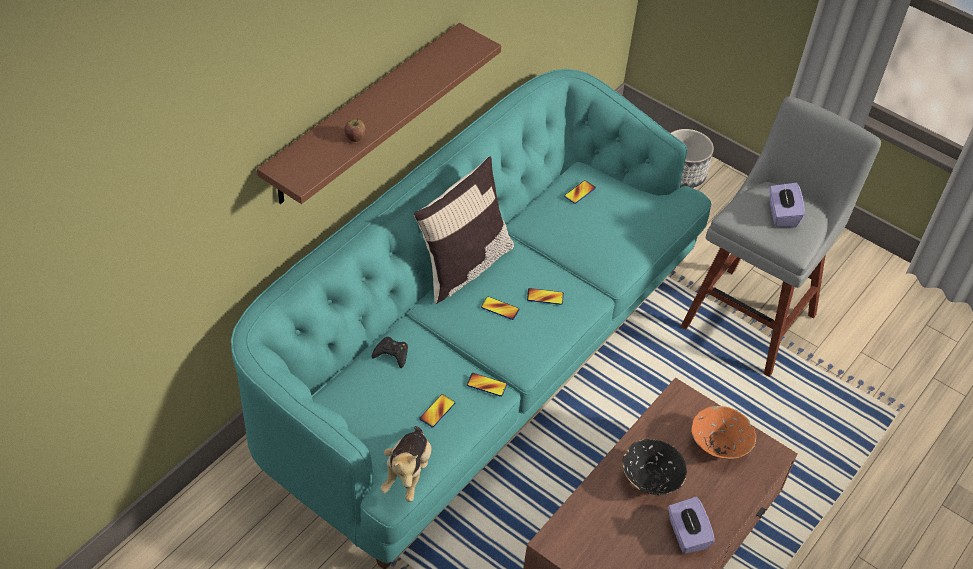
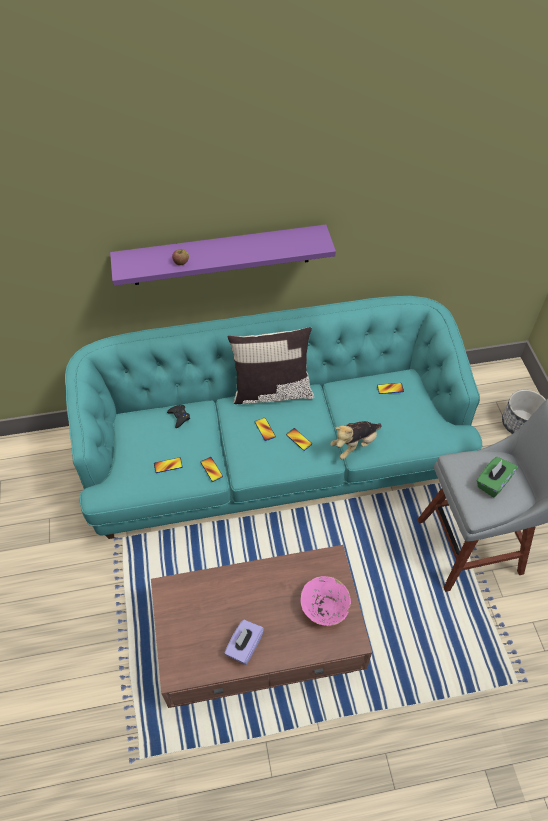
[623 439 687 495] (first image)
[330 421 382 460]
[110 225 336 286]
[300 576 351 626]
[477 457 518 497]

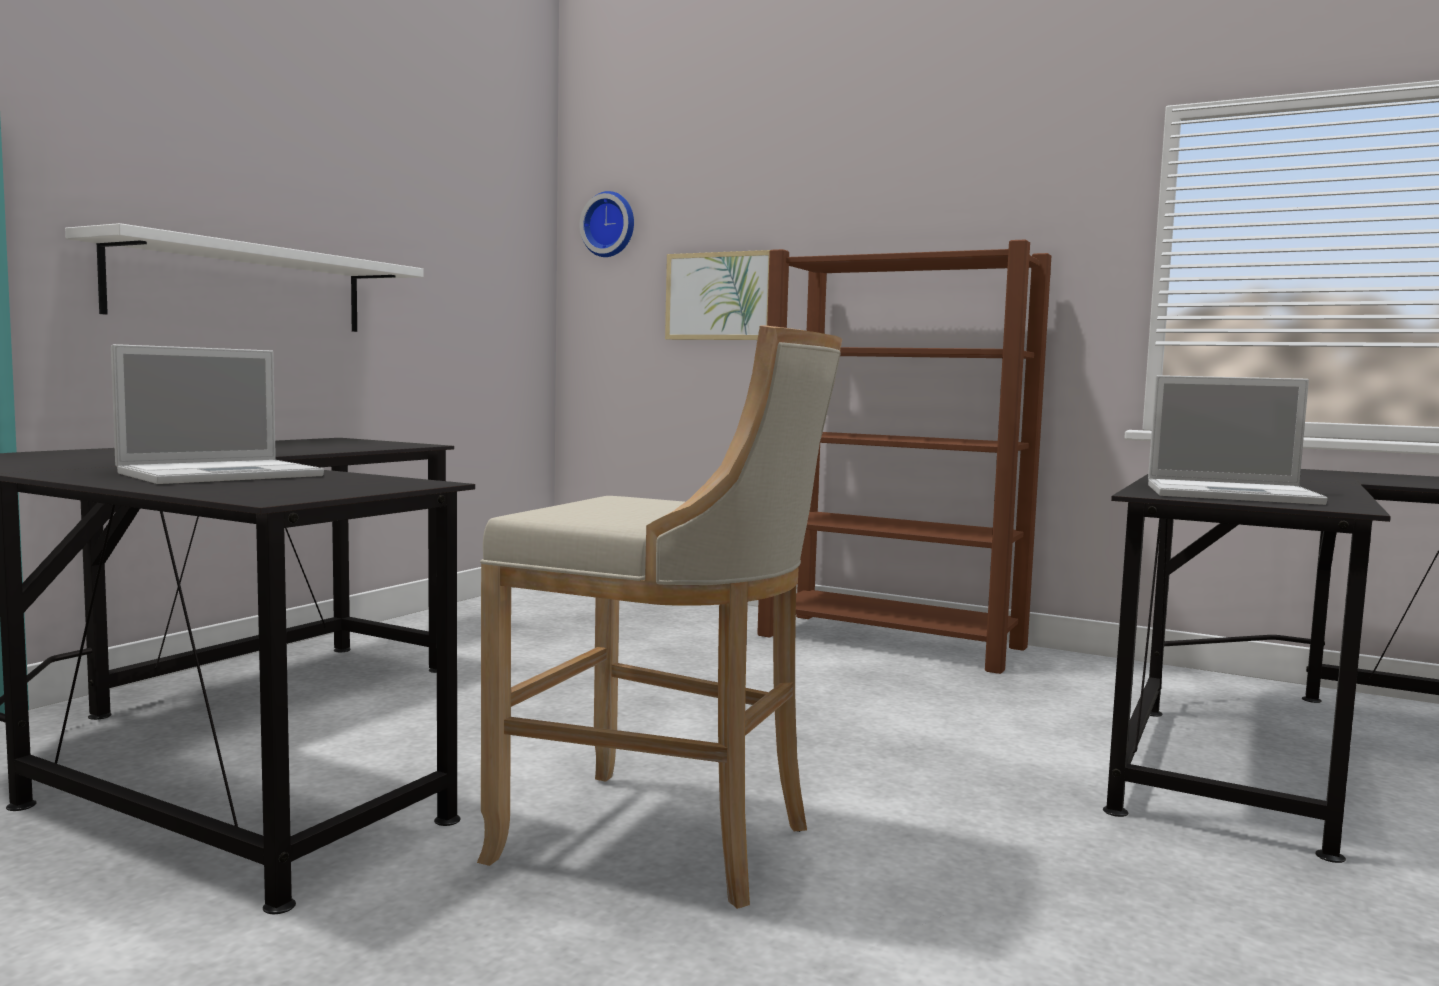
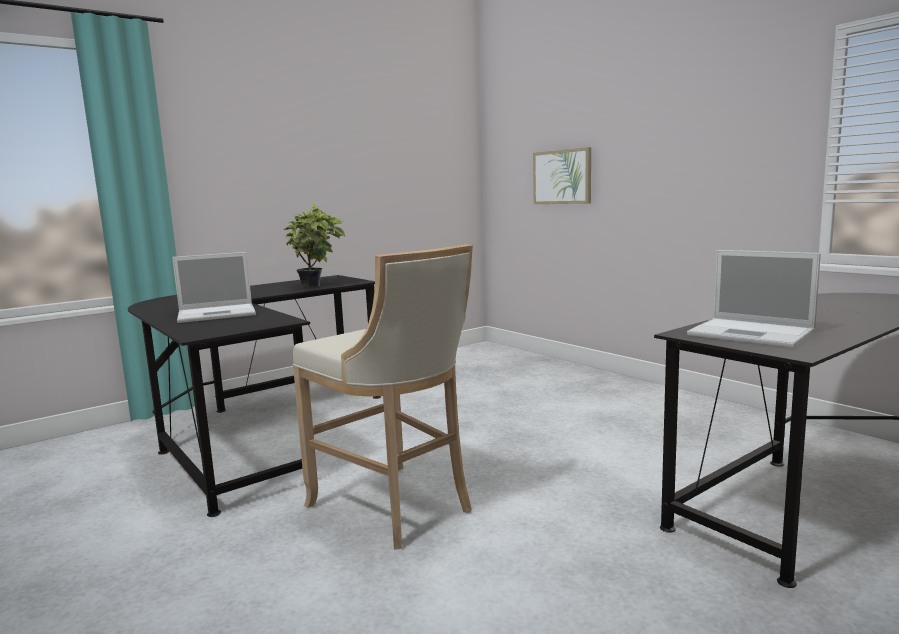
[65 223 423 332] (first image)
[580 191 634 257] (first image)
[757 239 1051 674] (first image)
[283 204 345 287]

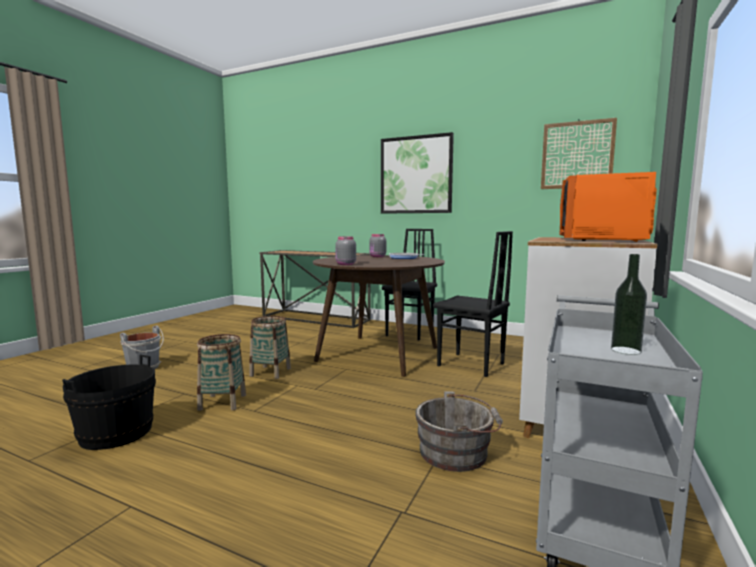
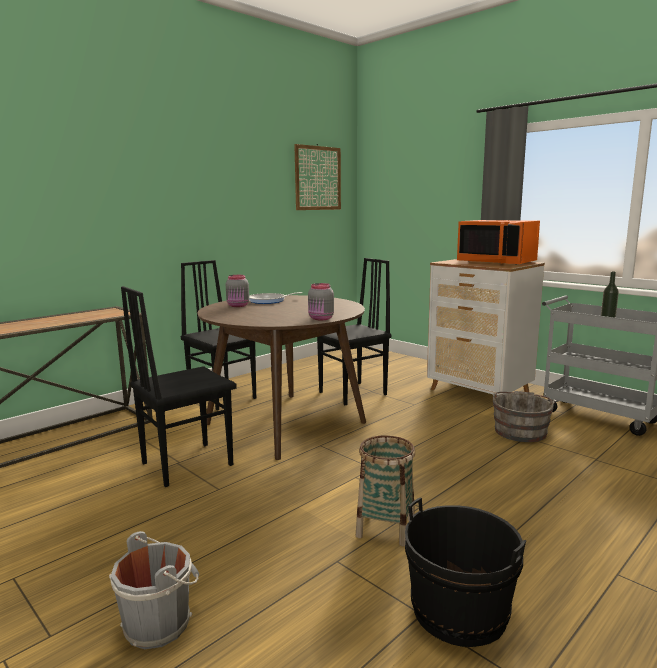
[249 316 291 379] (first image)
[381 132 454 214] (first image)
[121 286 237 487]

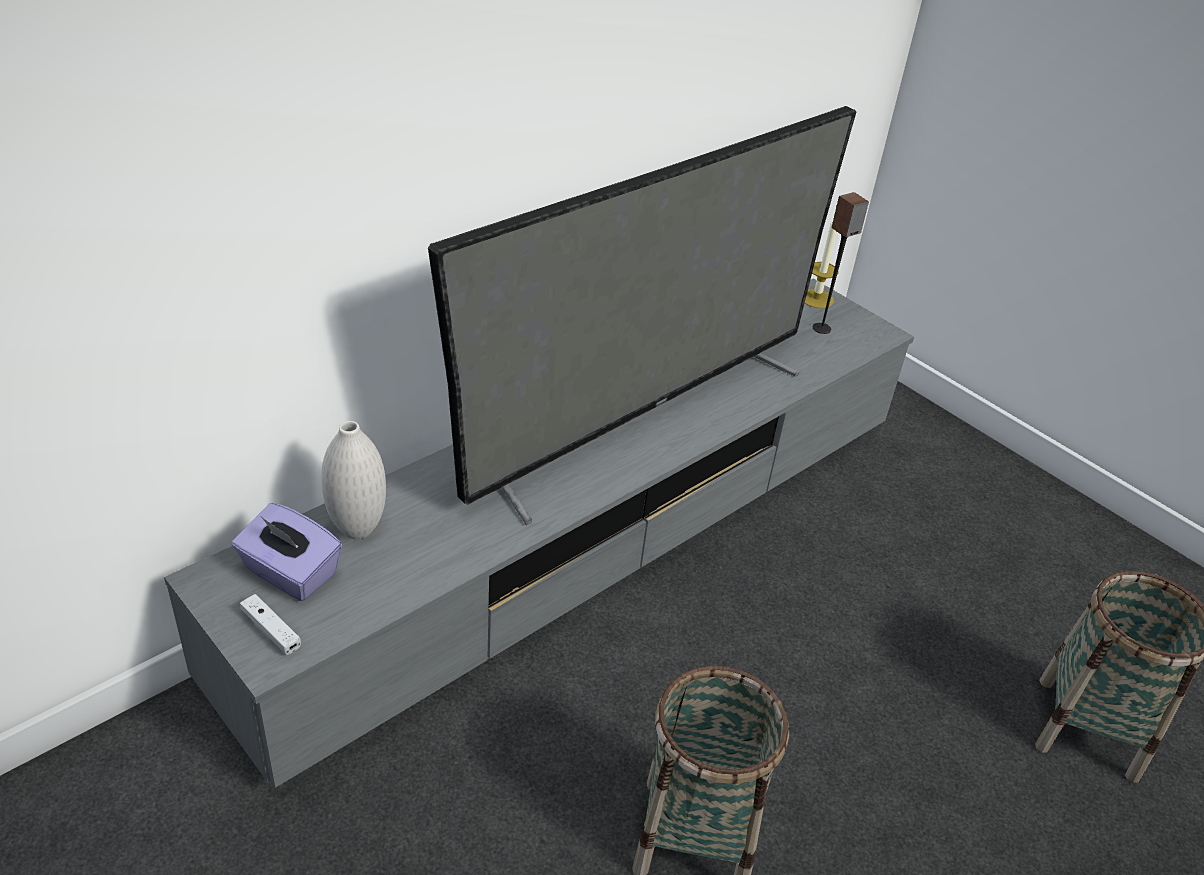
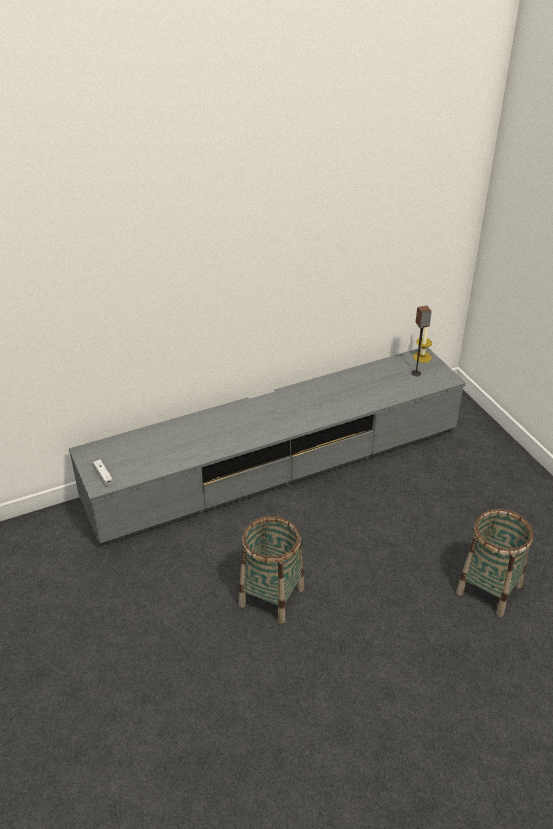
[232 503 342 601] (first image)
[321 421 386 539] (first image)
[428 106 856 525] (first image)

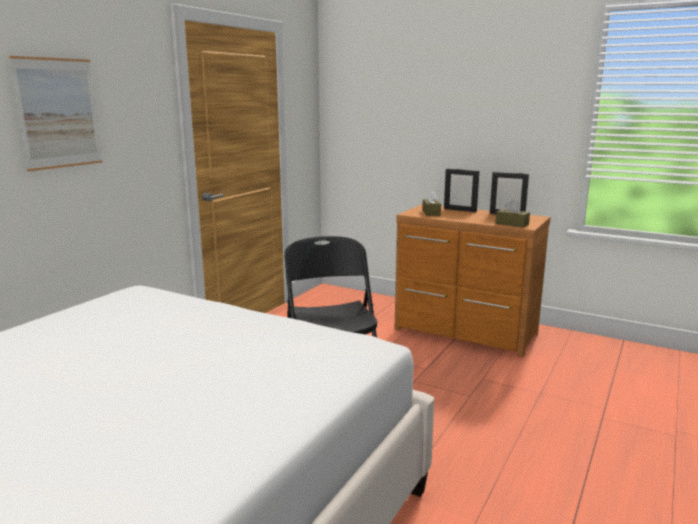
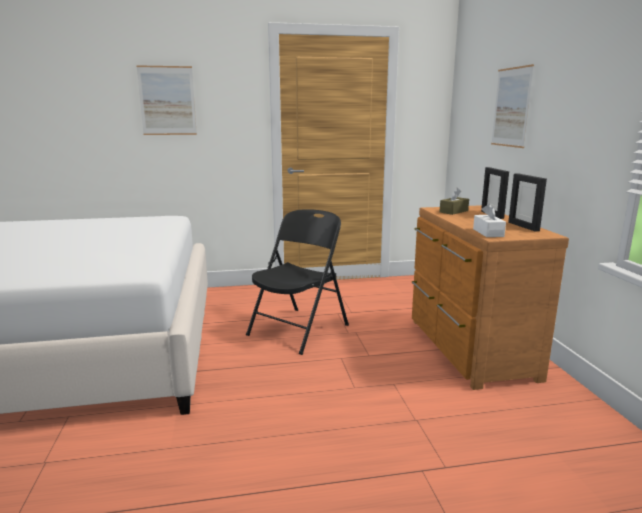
[491 64 534 148]
[473 204 506 237]

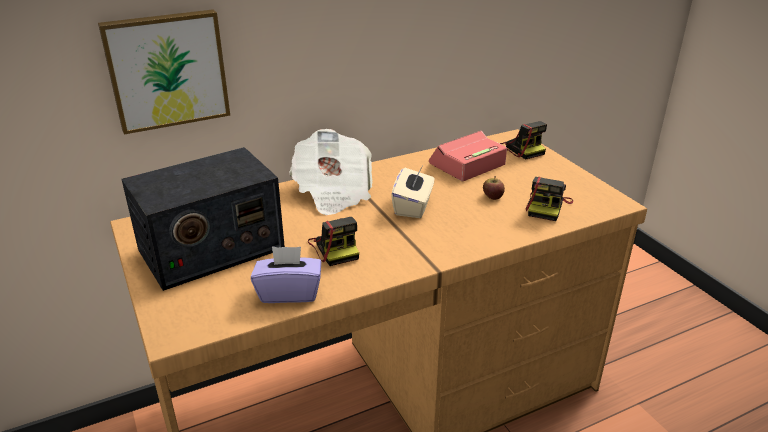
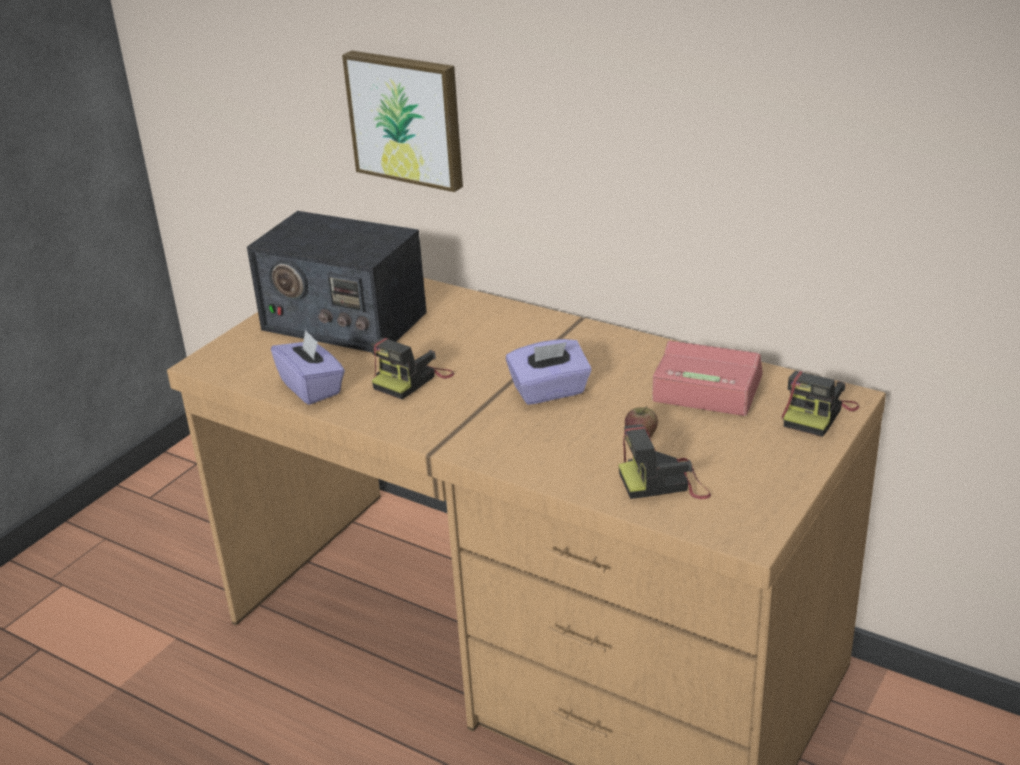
[290 129 372 215] (first image)
[506 339 592 405]

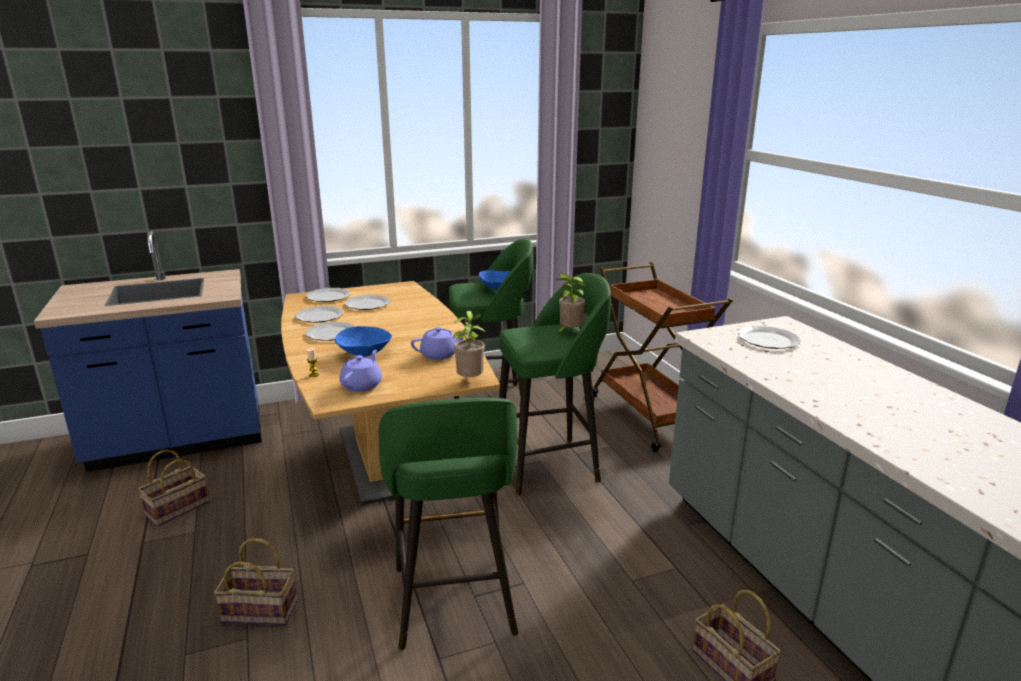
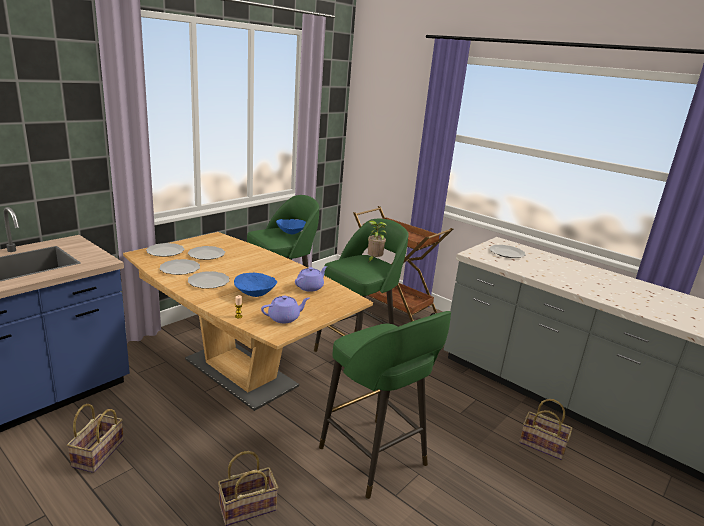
[453 311 486 377] (first image)
[261 295 309 323]

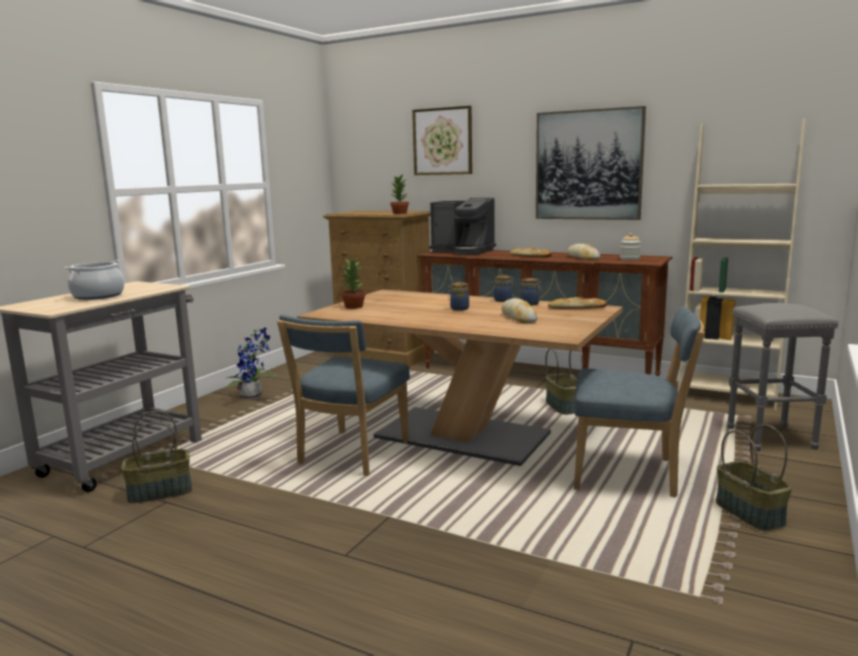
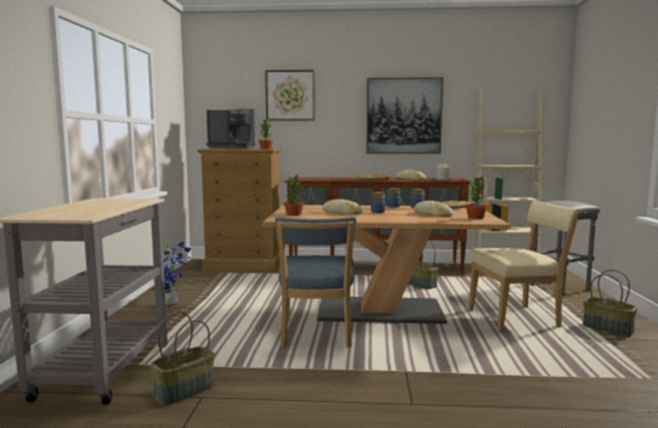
[64 260 124 300] (first image)
[323 199 363 214]
[466 176 487 219]
[206 108 256 148]
[469 201 579 332]

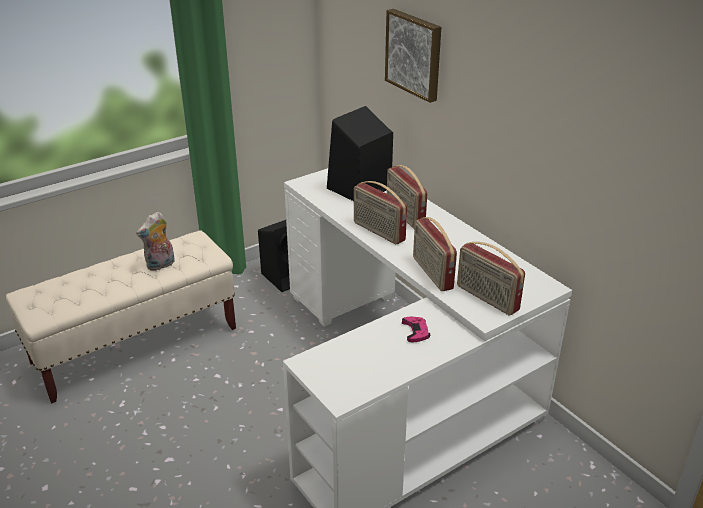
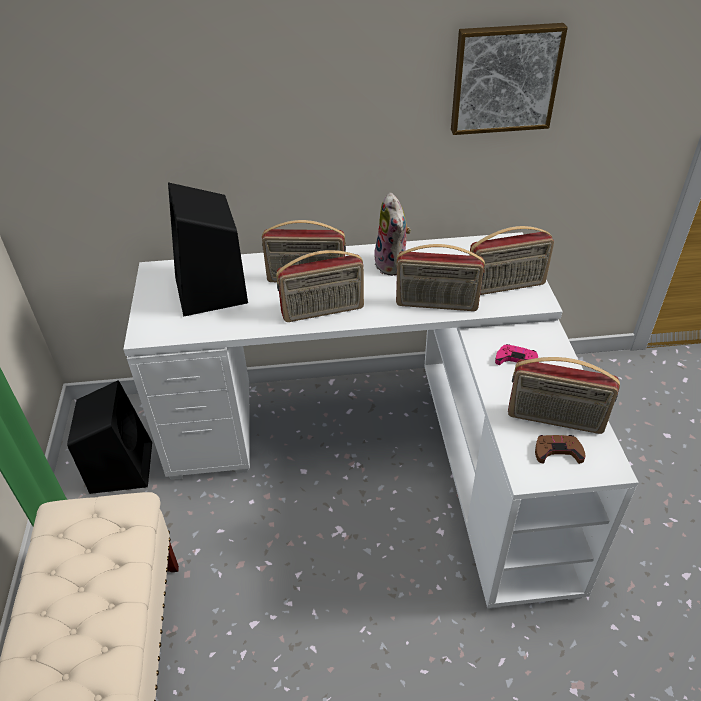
[508 357 620 434]
[535 435 585 464]
[374 192 411 276]
[451 23 568 135]

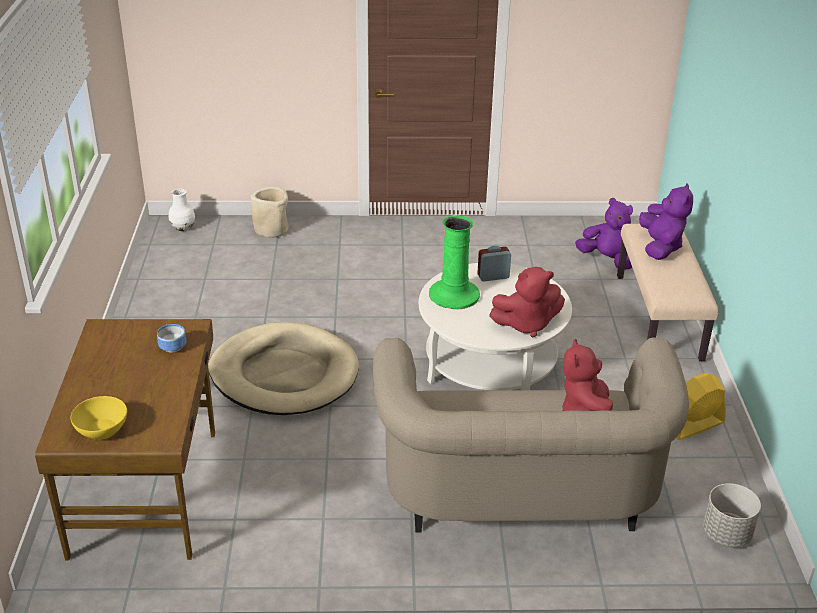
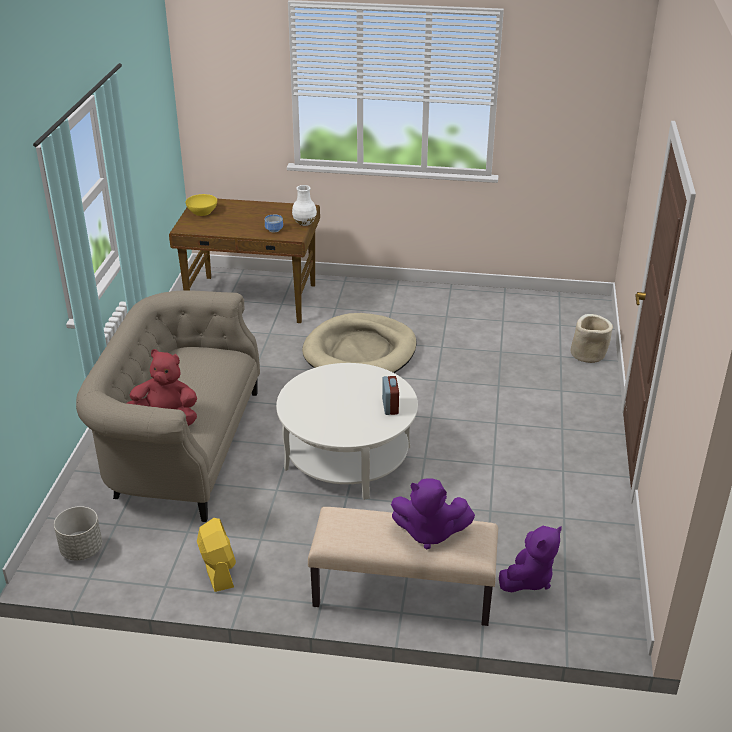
[429 215 480 309] (first image)
[489 267 565 338] (first image)
[292 185 317 226]

